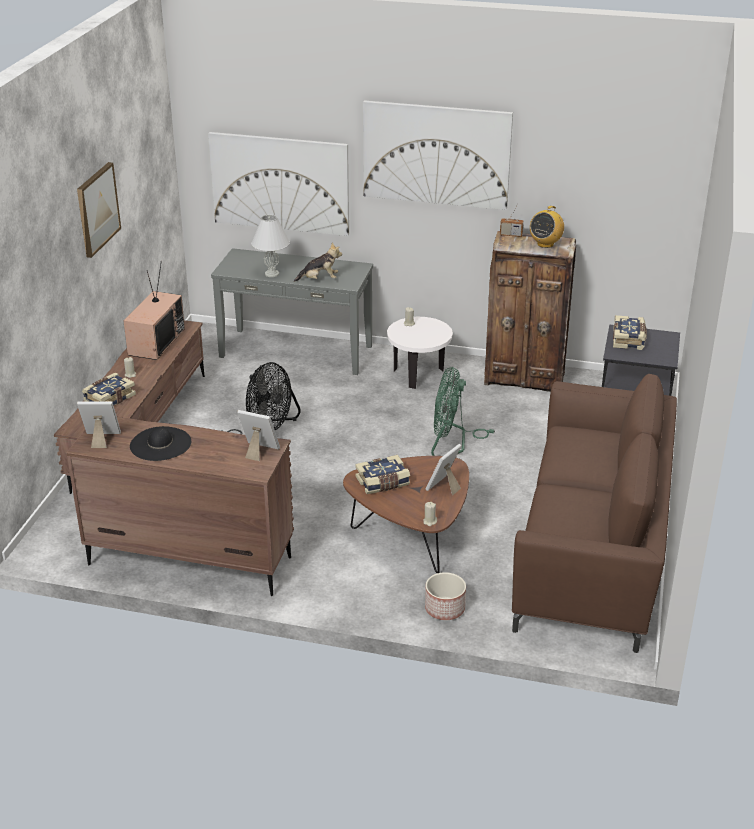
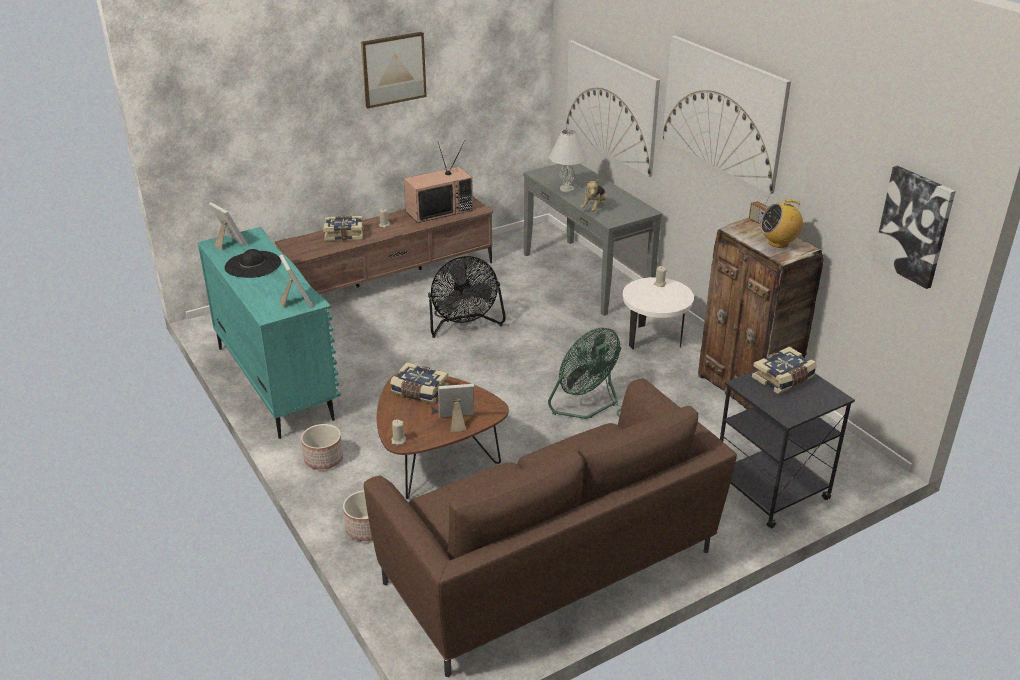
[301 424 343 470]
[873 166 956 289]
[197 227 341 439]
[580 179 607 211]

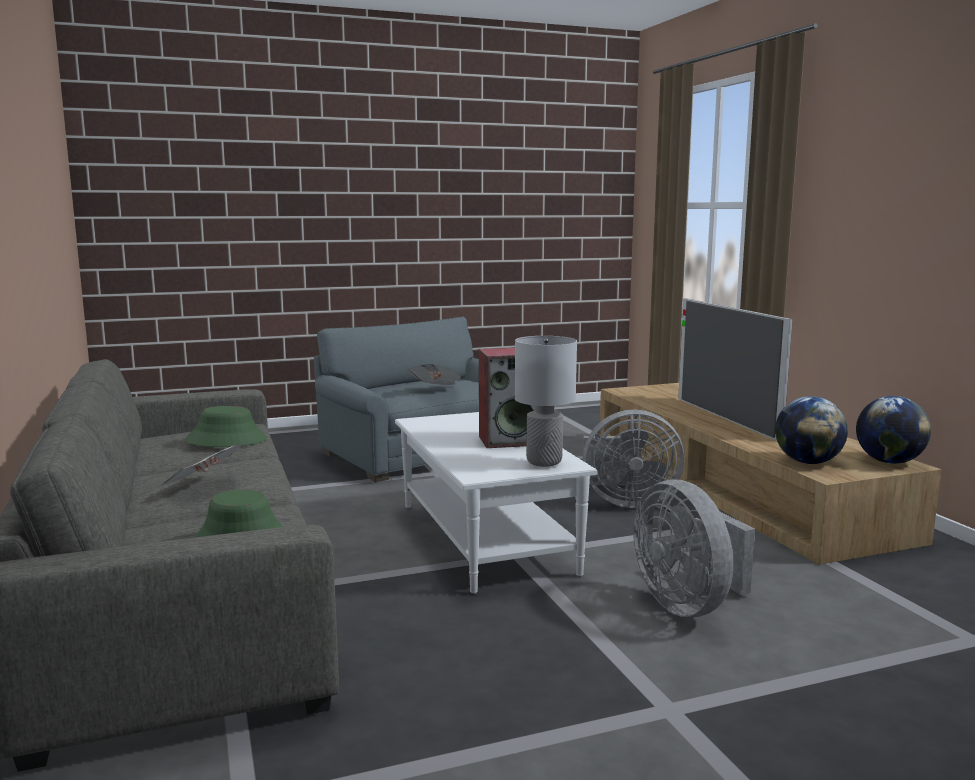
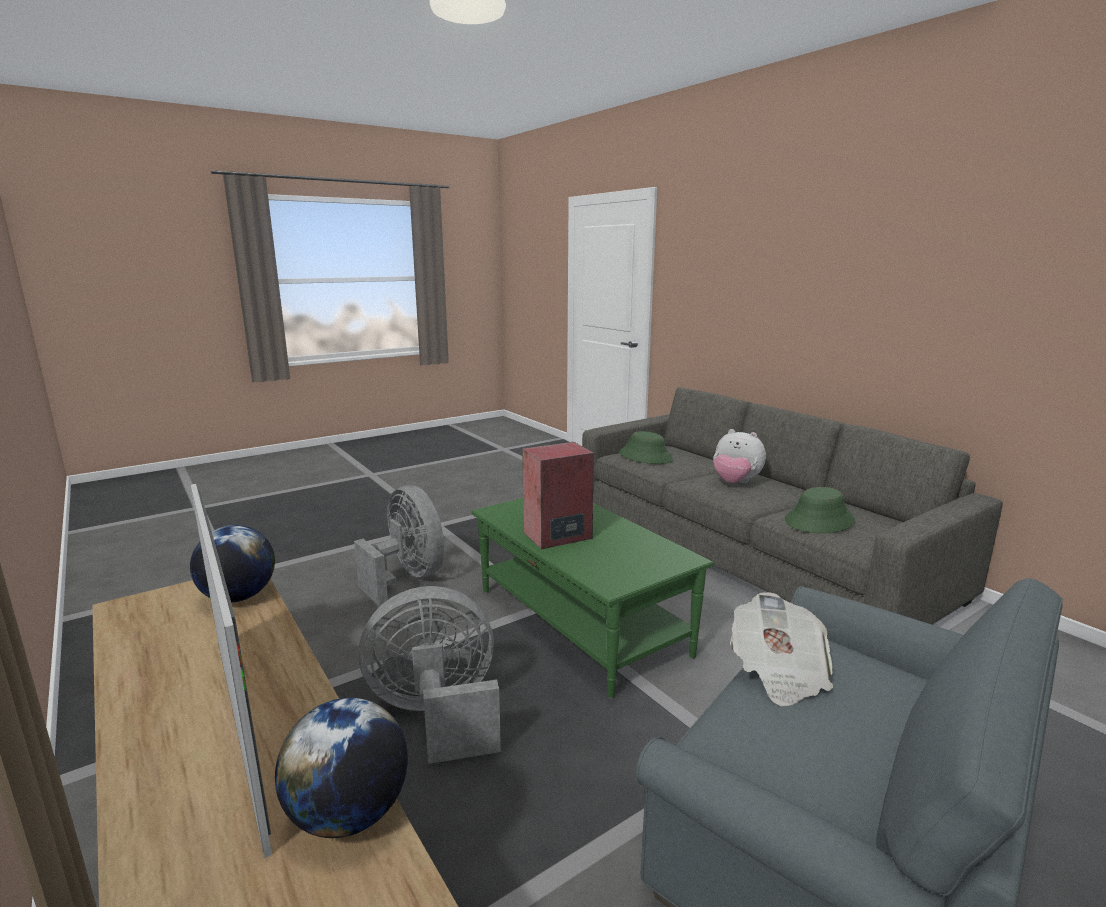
[515 336 577 467] (first image)
[275 698 408 838]
[713 429 766 483]
[471 498 714 699]

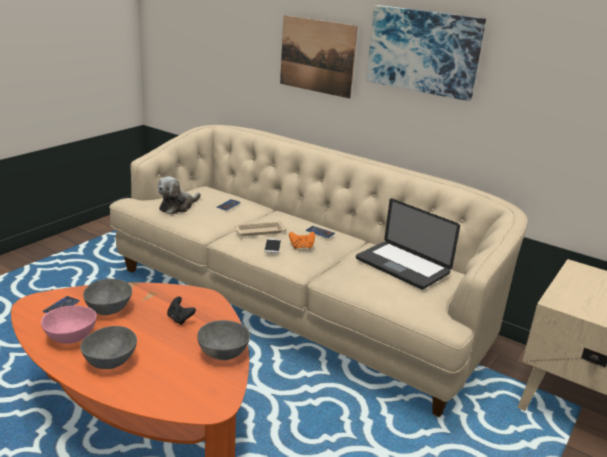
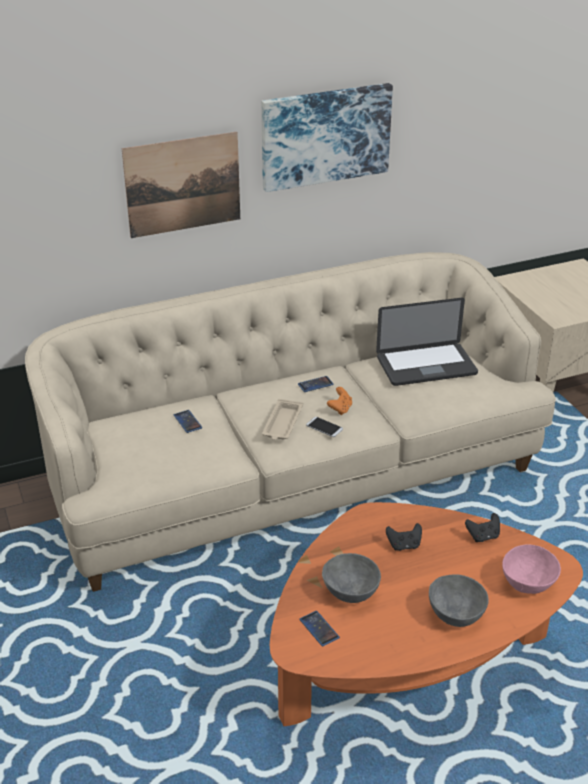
[158 176 201 215] (first image)
[502 544 561 594]
[465 513 500 542]

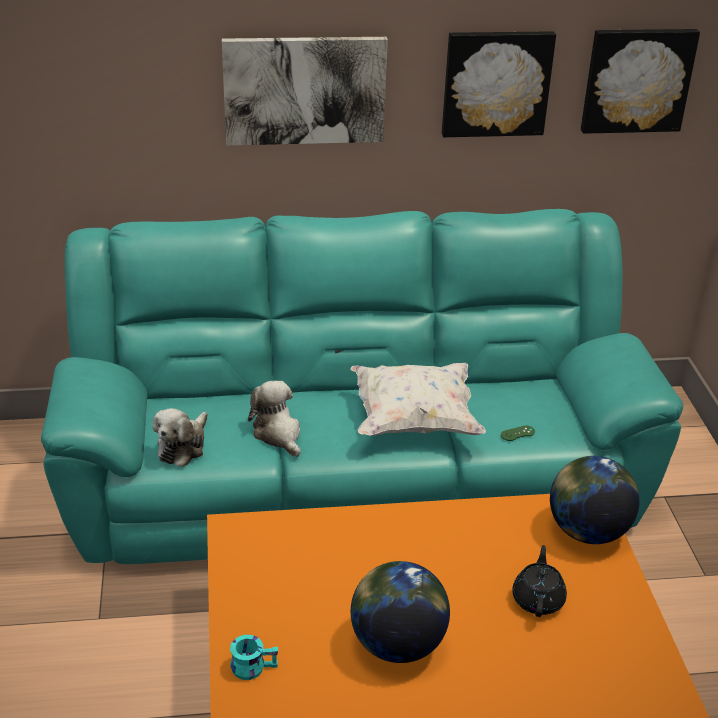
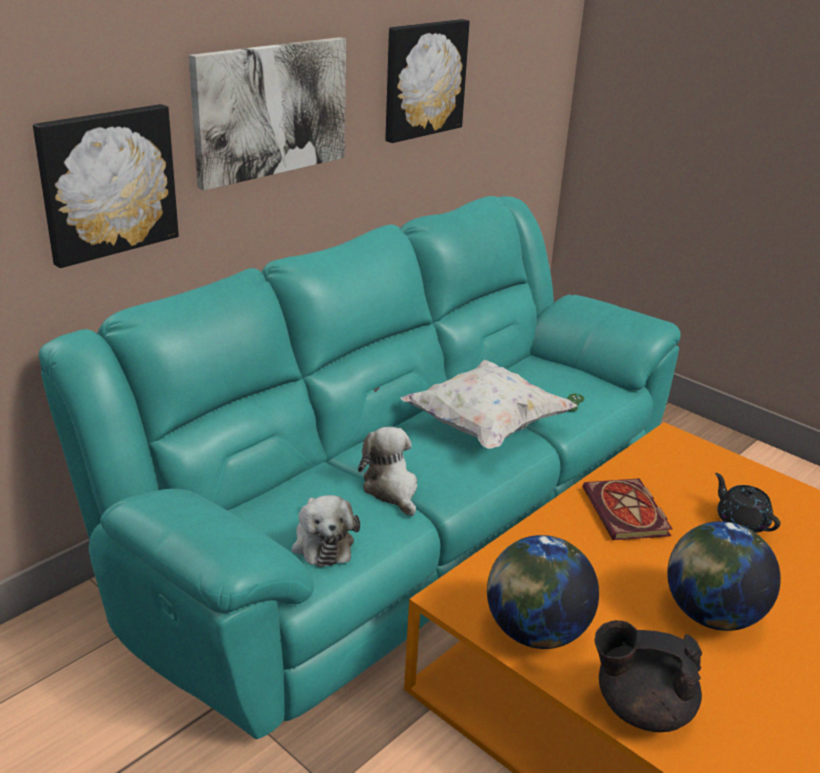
[583 479 672 540]
[487 535 599 649]
[33 104 179 268]
[595 620 702 732]
[358 427 417 516]

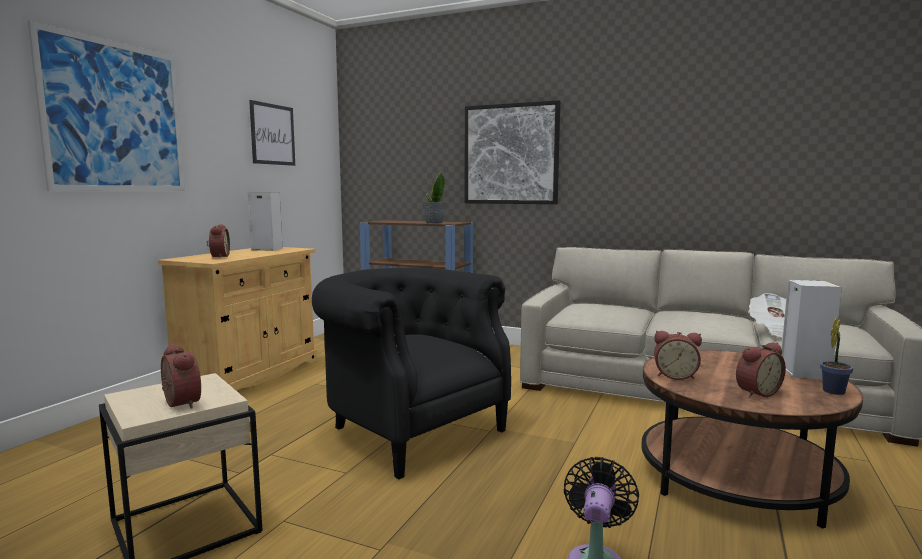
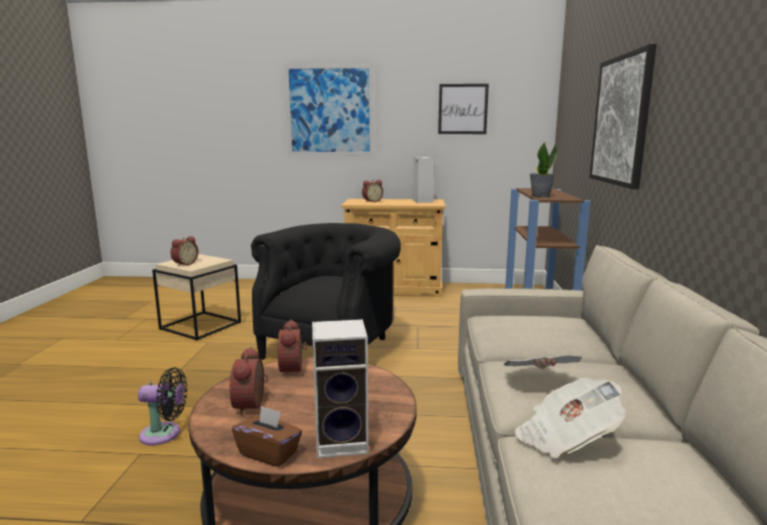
[503 356 583 369]
[232 405 302 467]
[230 347 268 416]

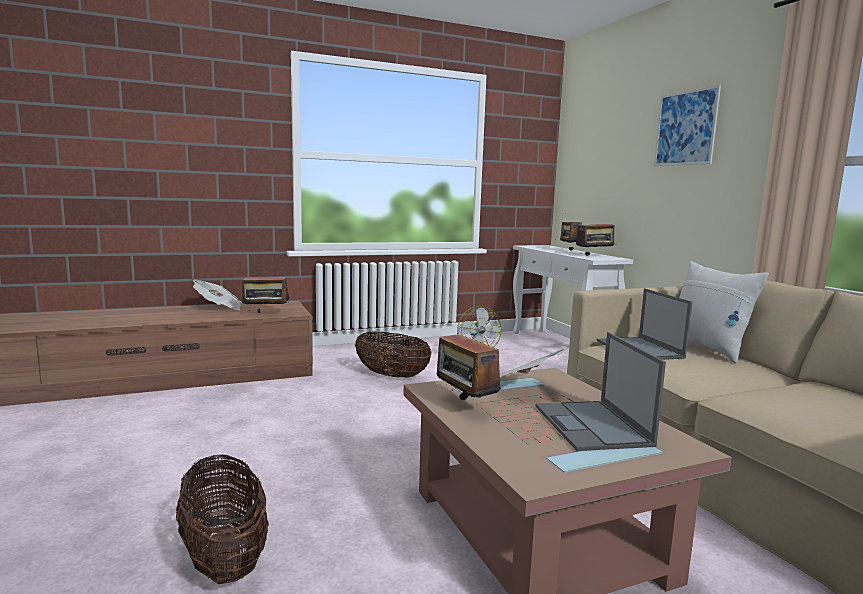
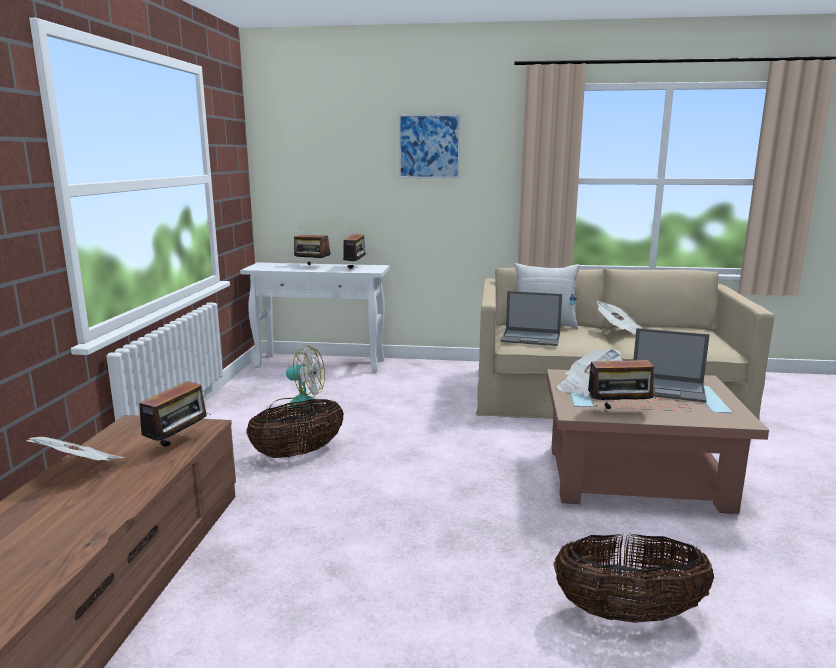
[597 301 641 335]

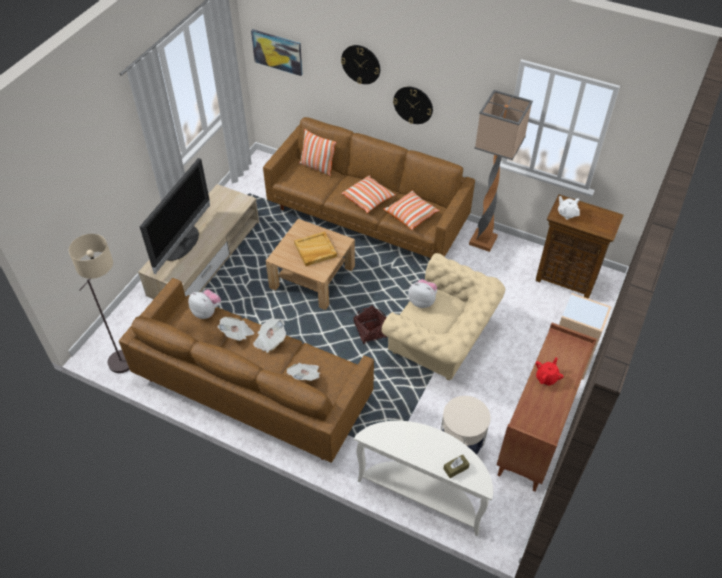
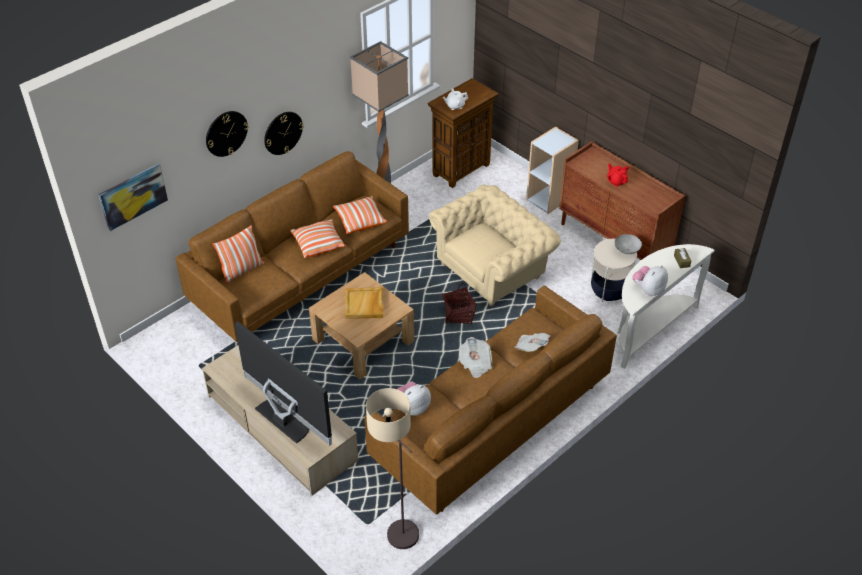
[218 317 254 341] (first image)
[615 234 642 254]
[632 265 668 296]

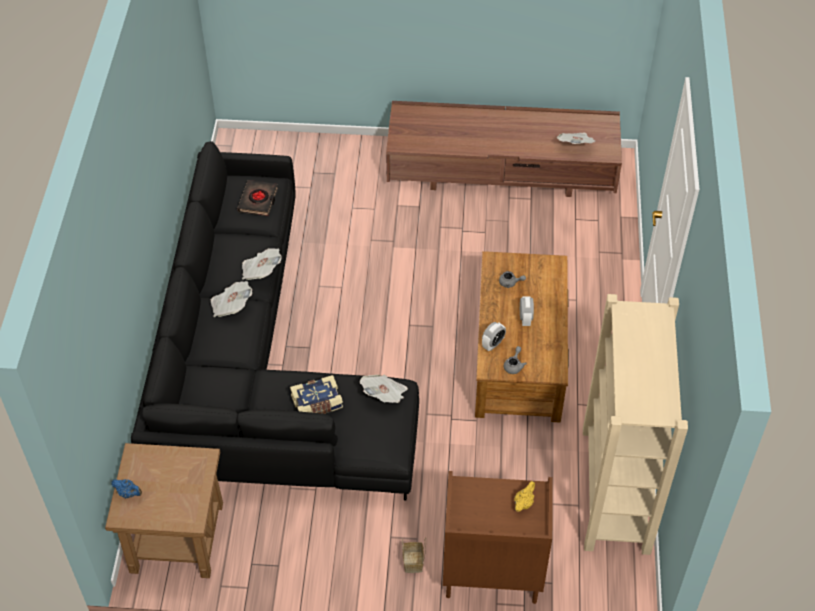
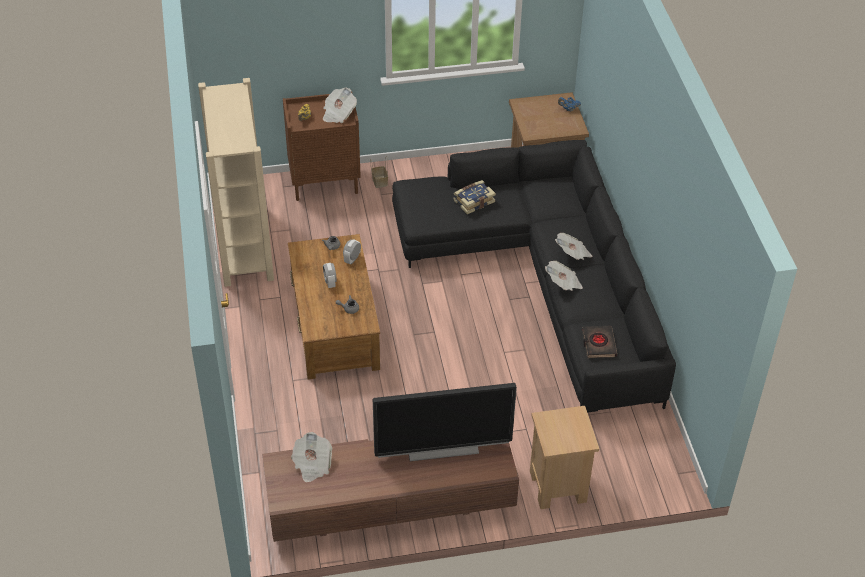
[373 383 517 461]
[530 406 599 509]
[323 88 357 123]

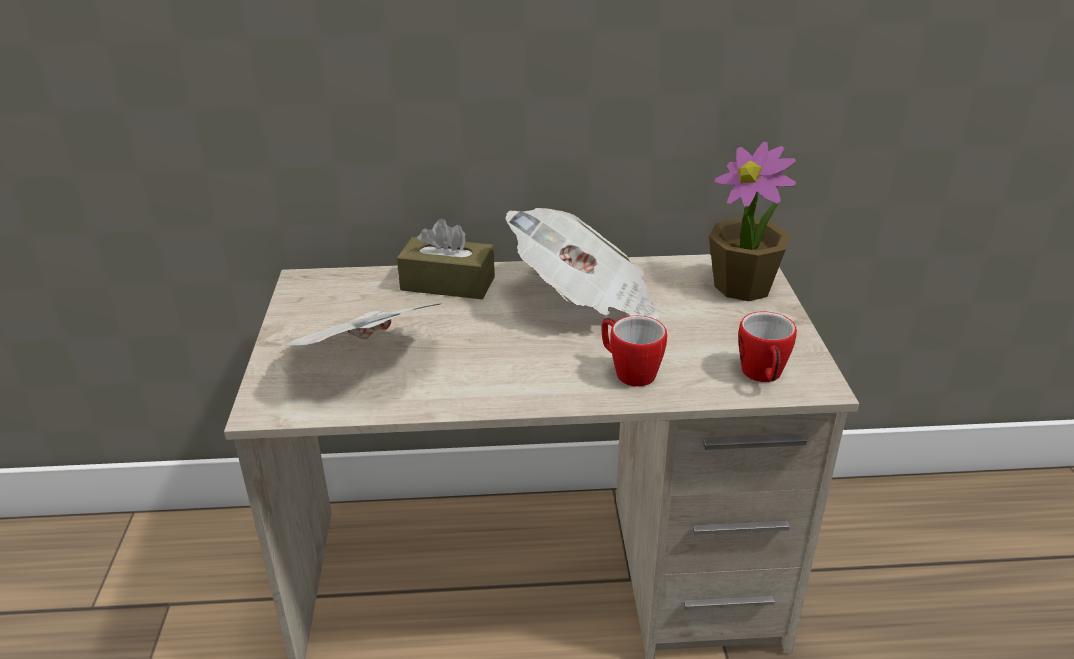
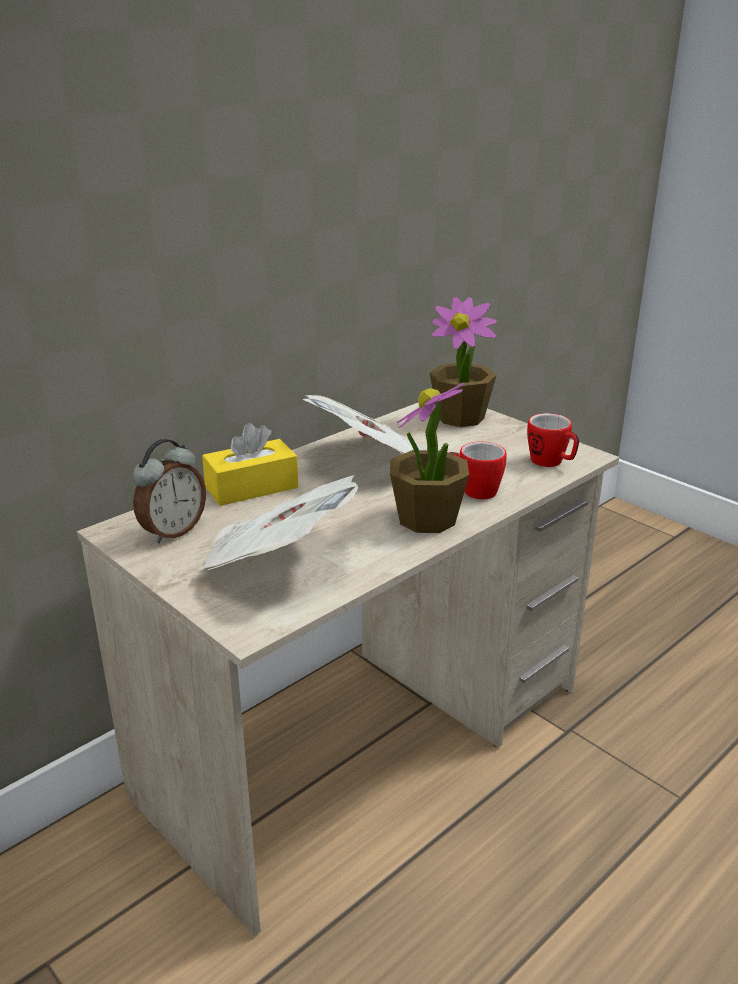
[133 439 206 543]
[390 383 469 533]
[202 423 298 506]

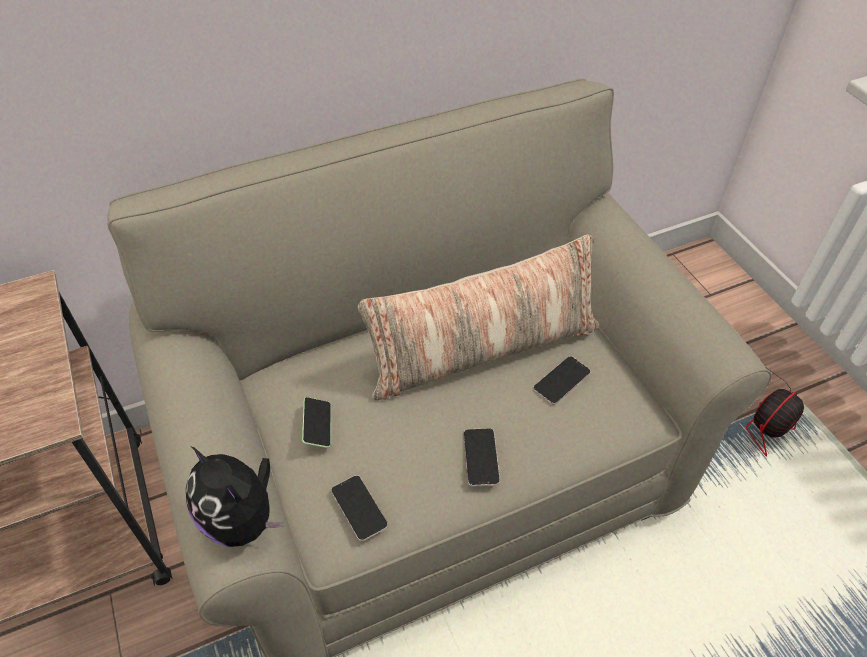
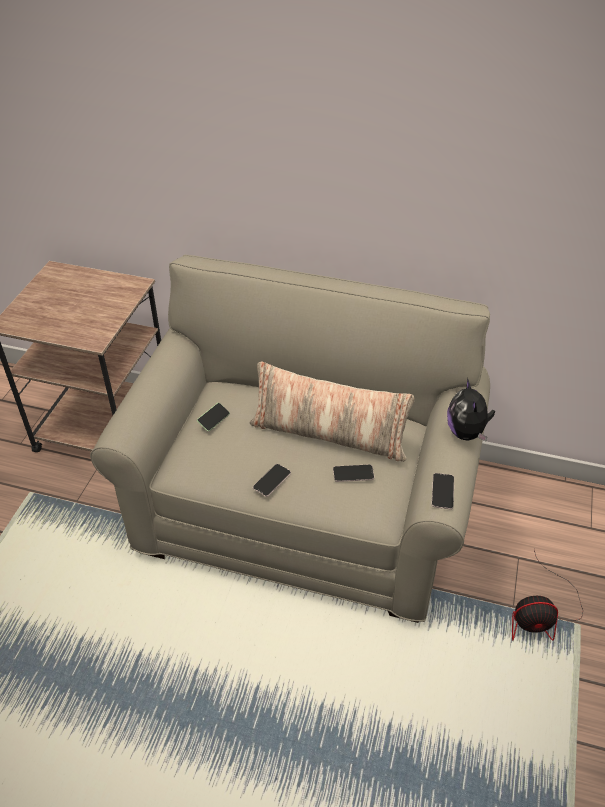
[447 378 495 441]
[432 473 454 509]

